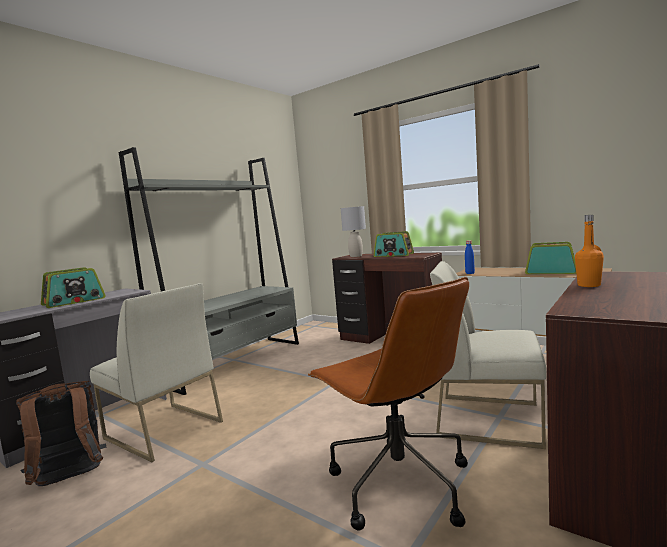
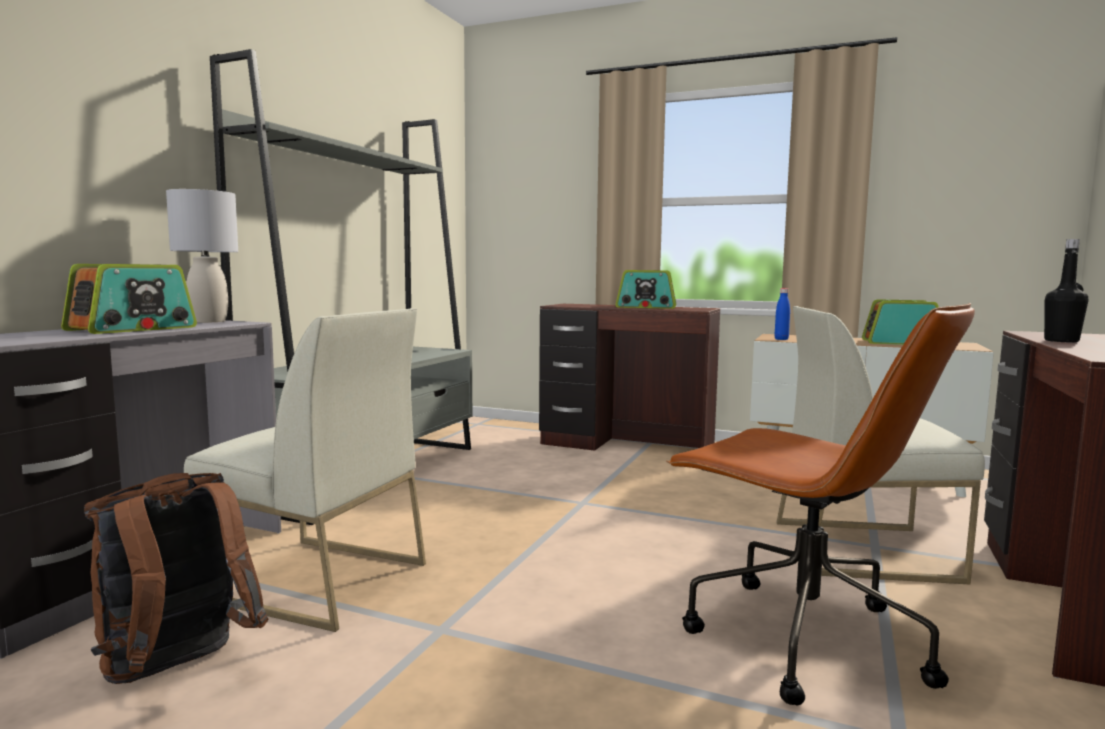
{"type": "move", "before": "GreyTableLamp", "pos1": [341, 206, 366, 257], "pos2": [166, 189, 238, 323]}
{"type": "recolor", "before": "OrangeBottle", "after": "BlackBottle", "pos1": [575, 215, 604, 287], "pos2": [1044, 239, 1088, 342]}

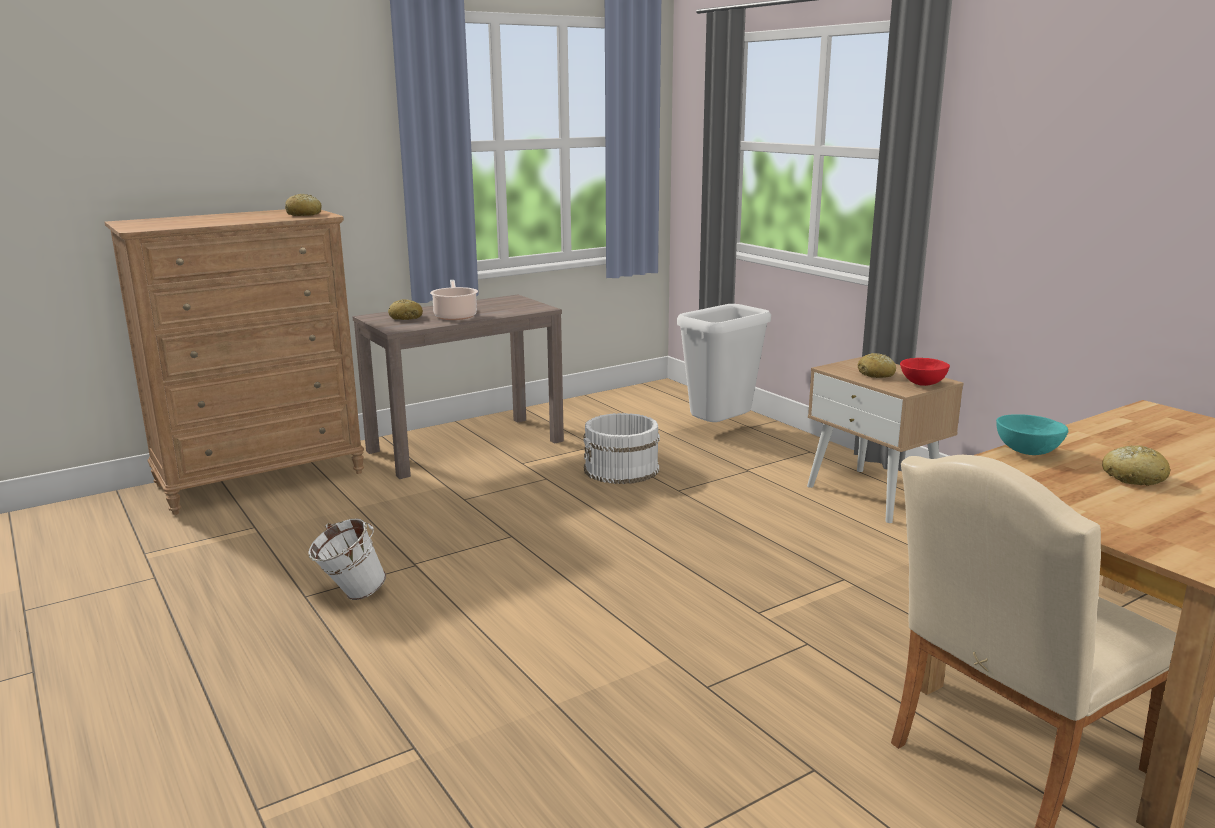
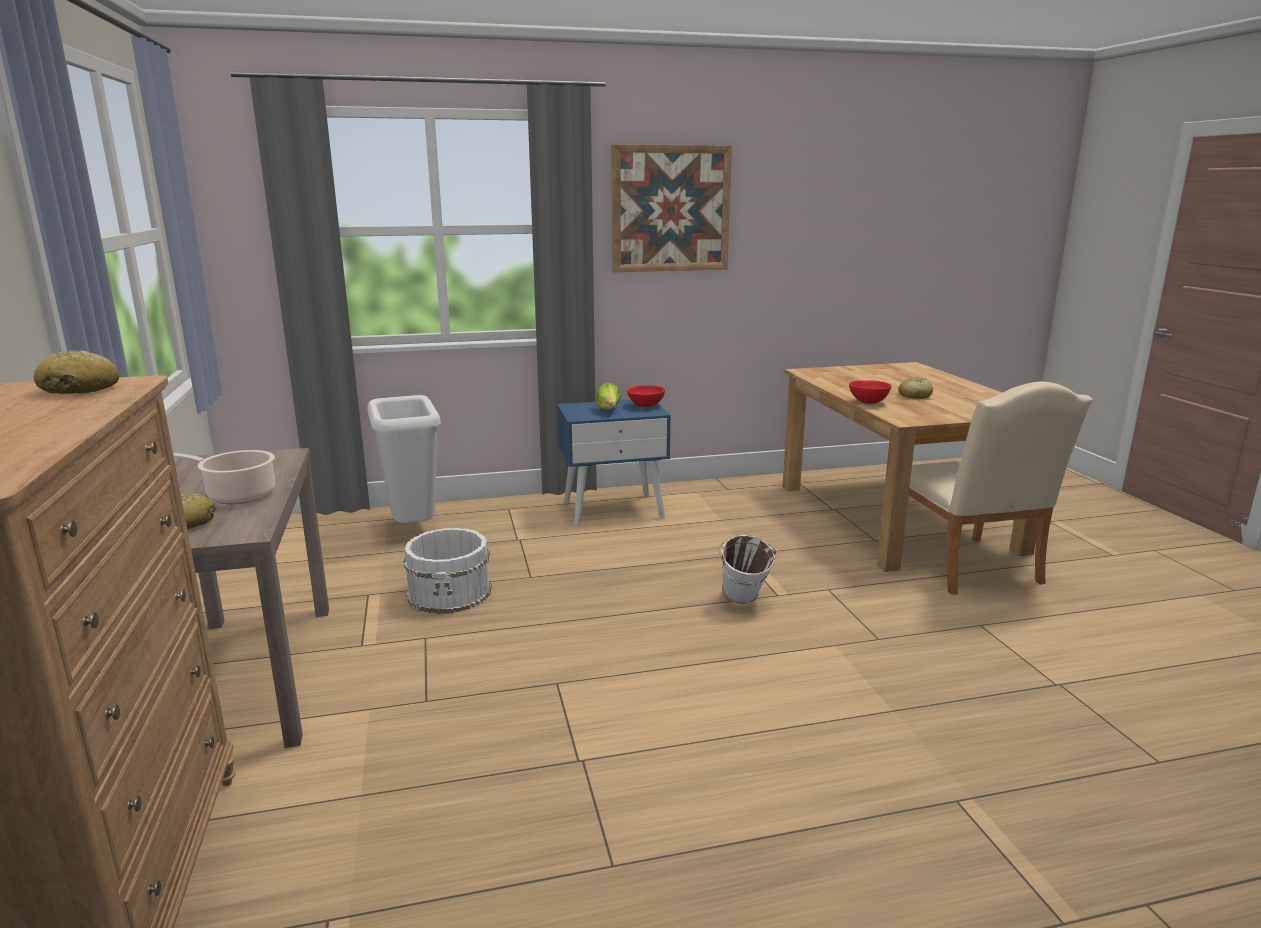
{"type": "replace", "before": "Bread", "after": "Lettuce", "pos1": [858, 353, 896, 378], "pos2": [596, 382, 621, 409]}
{"type": "recolor", "before": "BeigeNightstand", "after": "BlueNightstand", "pos1": [807, 356, 963, 523], "pos2": [557, 400, 671, 527]}
{"type": "recolor", "before": "TurquoiseBowl", "after": "RedBowl", "pos1": [996, 414, 1068, 455], "pos2": [849, 380, 892, 404]}
{"type": "move", "before": "WhiteBucket", "pos1": [308, 519, 386, 600], "pos2": [718, 535, 777, 604]}
{"type": "insert", "after": "Picture", "pos2": [611, 144, 732, 272]}

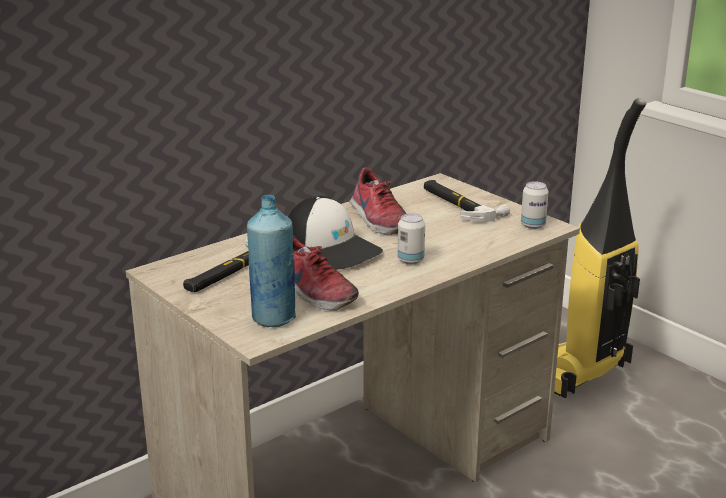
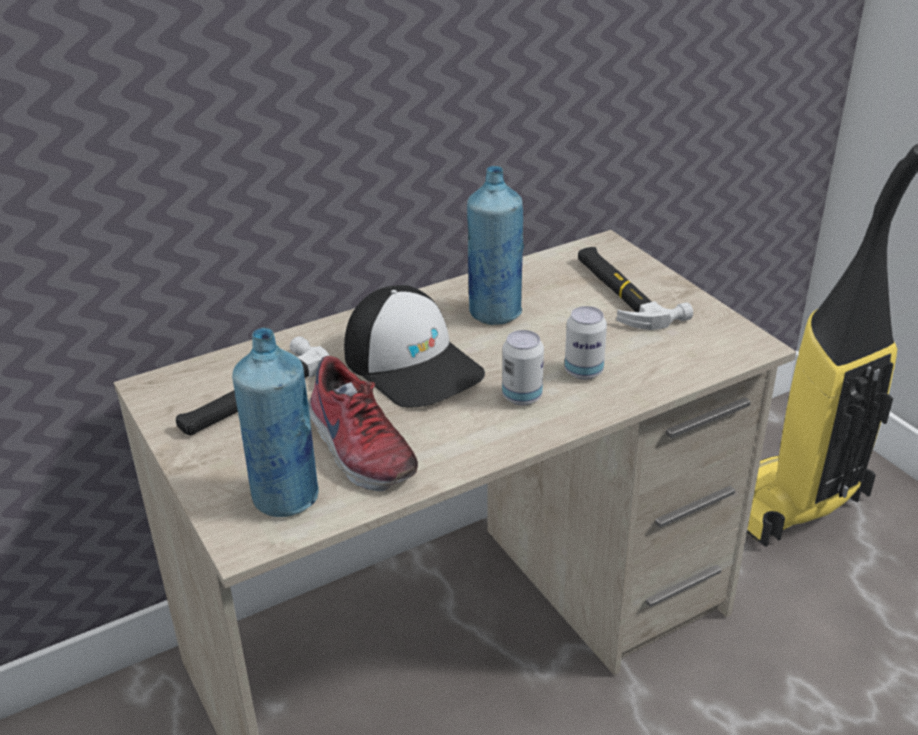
{"type": "replace", "before": "Shoe", "after": "BlueBottle", "pos1": [349, 168, 406, 235], "pos2": [467, 166, 524, 325]}
{"type": "move", "before": "Can", "pos1": [521, 181, 548, 229], "pos2": [565, 306, 607, 380]}

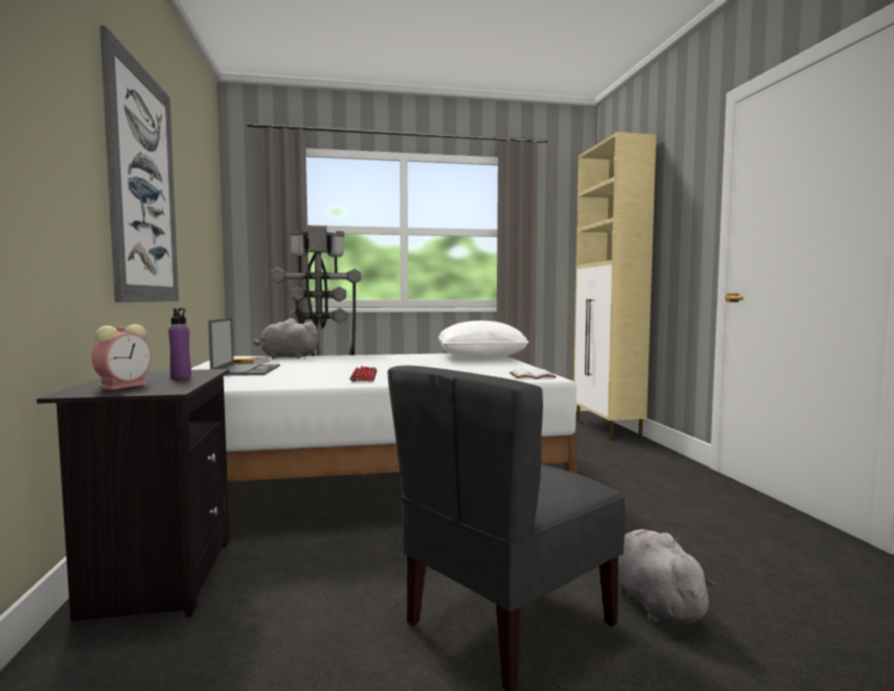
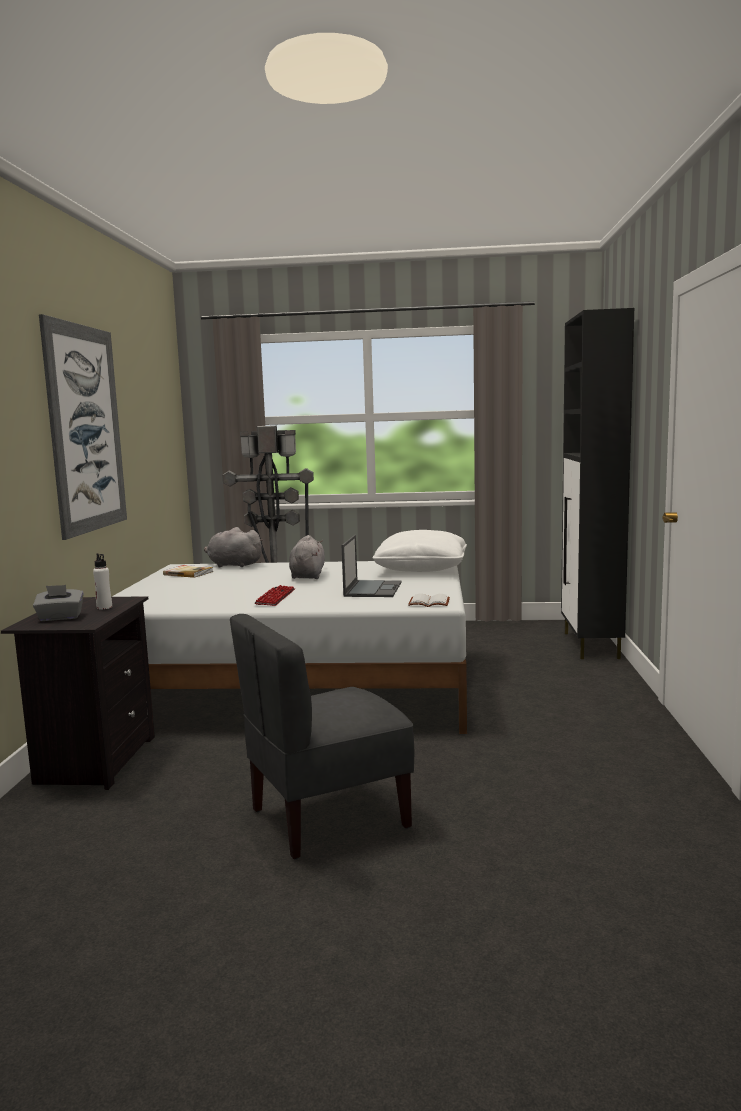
{"type": "recolor", "before": "BeigeCabinet", "after": "BlackCabinet", "pos1": [574, 132, 656, 440], "pos2": [561, 308, 634, 659]}
{"type": "recolor", "before": "PurpleBottle", "after": "WhiteBottle", "pos1": [169, 308, 191, 379], "pos2": [93, 553, 112, 609]}
{"type": "move", "before": "Laptop", "pos1": [208, 318, 280, 376], "pos2": [341, 535, 402, 597]}
{"type": "replace", "before": "AlarmClock", "after": "GreyTissueBox", "pos1": [92, 324, 151, 390], "pos2": [33, 585, 84, 621]}
{"type": "move", "before": "GreyPlushToy", "pos1": [618, 529, 717, 624], "pos2": [289, 535, 325, 579]}

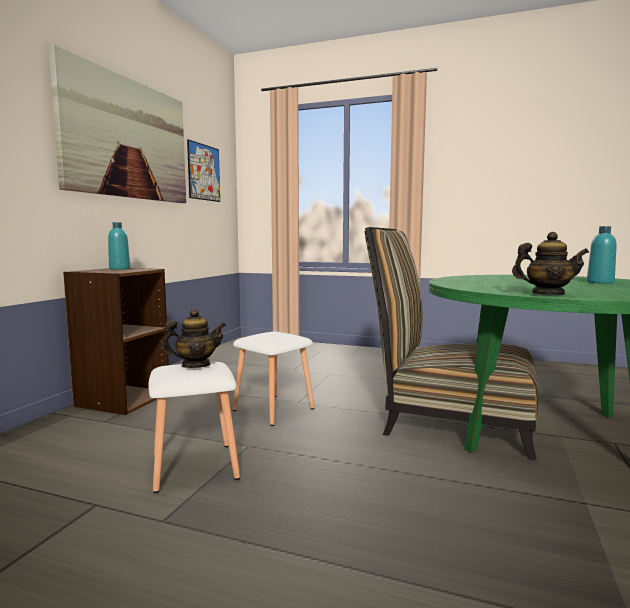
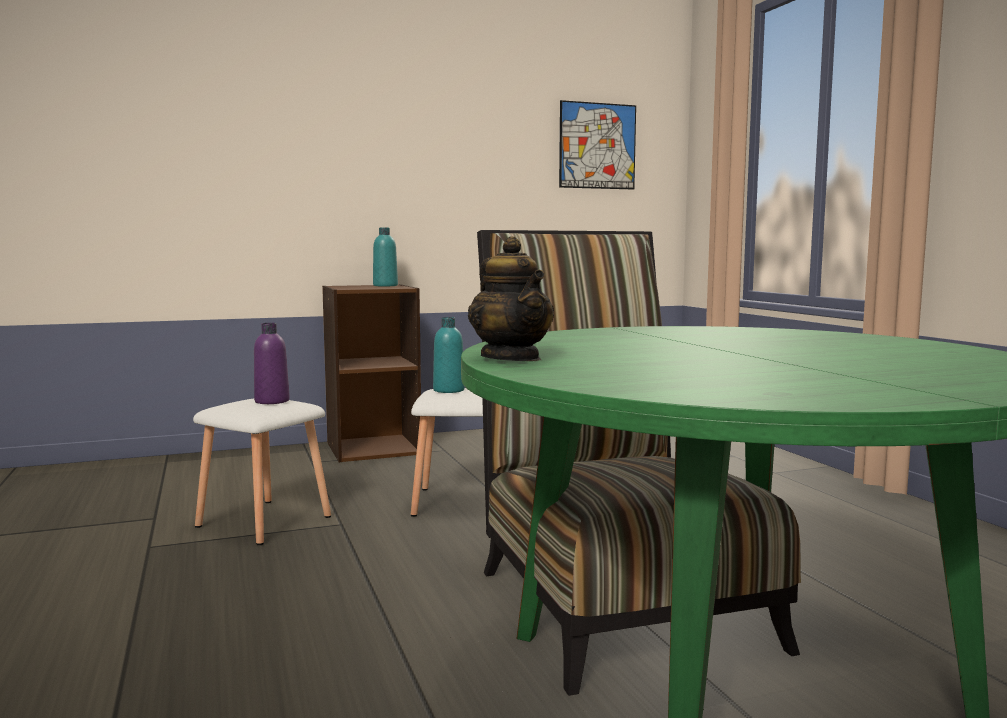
{"type": "delete", "before": "Picture", "pos1": [48, 44, 186, 203]}
{"type": "move", "before": "TurquoiseBottle", "pos1": [587, 226, 617, 284], "pos2": [433, 317, 465, 393]}
{"type": "replace", "before": "Teapot", "after": "PurpleBottle", "pos1": [161, 309, 226, 368], "pos2": [254, 323, 290, 404]}

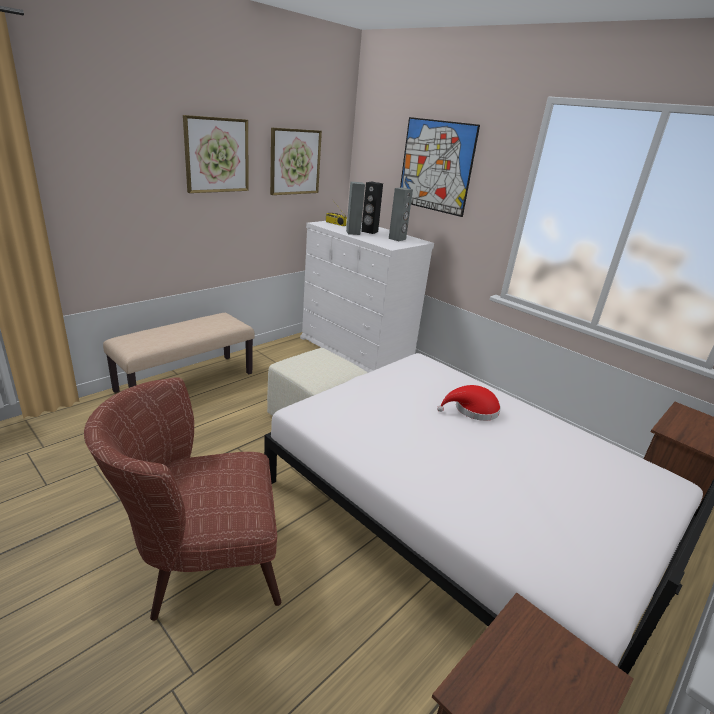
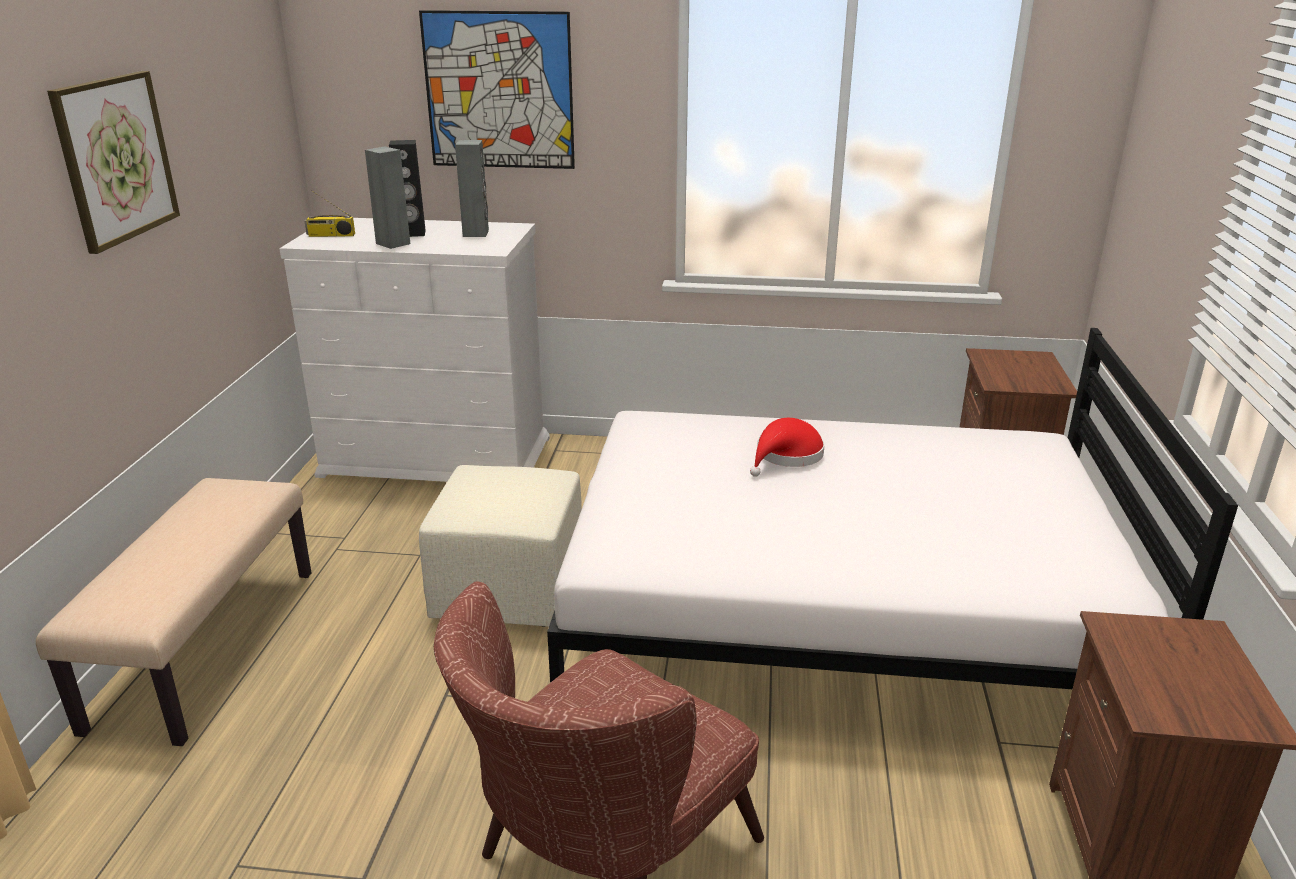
{"type": "delete", "before": "Picture", "pos1": [270, 128, 322, 195]}

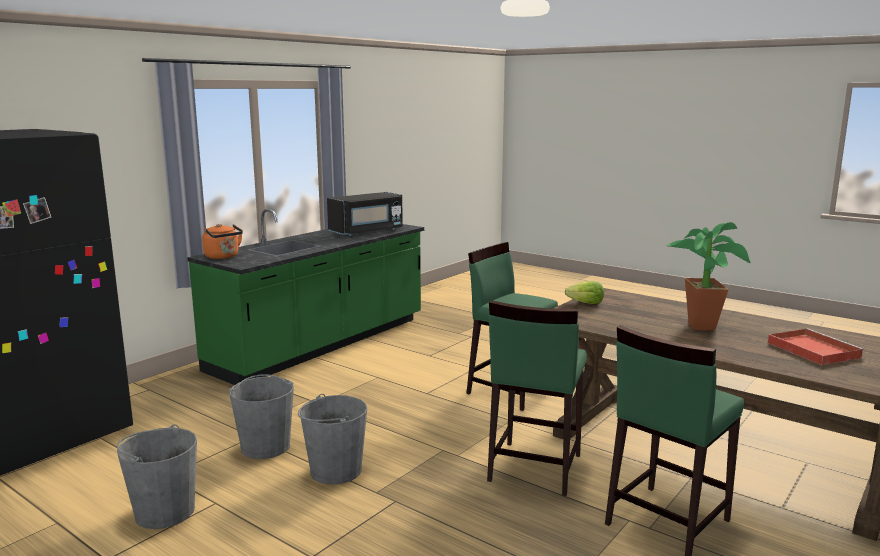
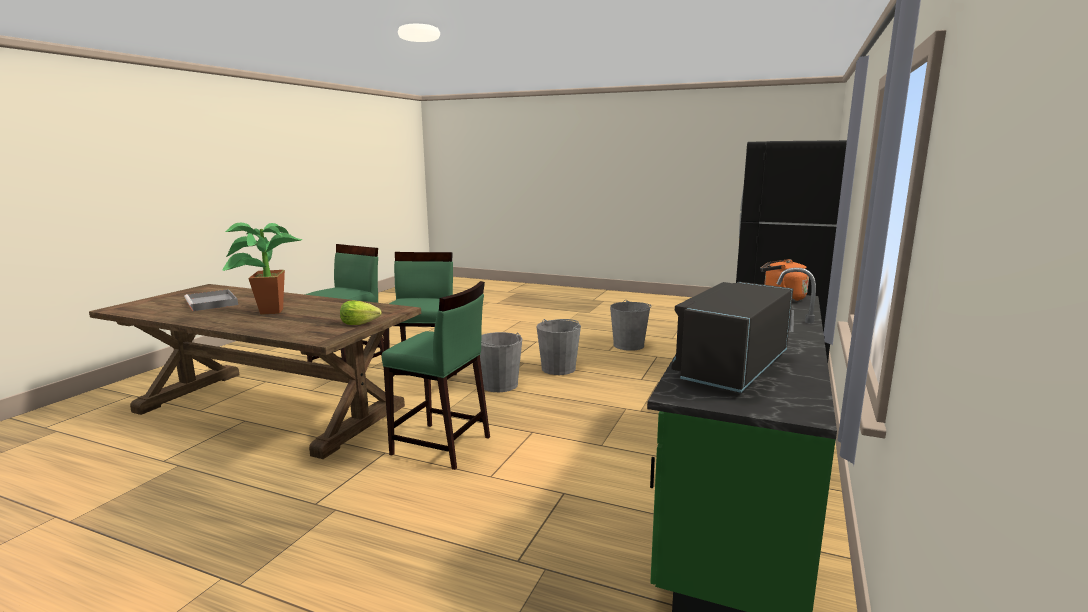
{"type": "recolor", "before": "RedTray", "after": "GreyTray", "pos1": [768, 328, 864, 365], "pos2": [184, 289, 238, 311]}
{"type": "move", "before": "GreyBucket", "pos1": [229, 374, 294, 459], "pos2": [480, 332, 522, 392]}

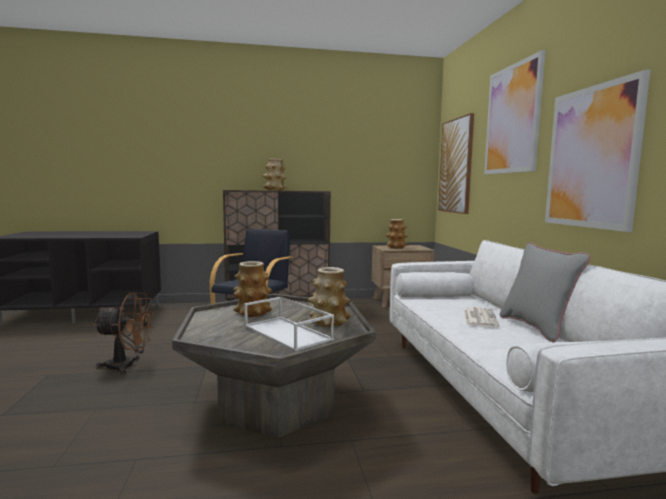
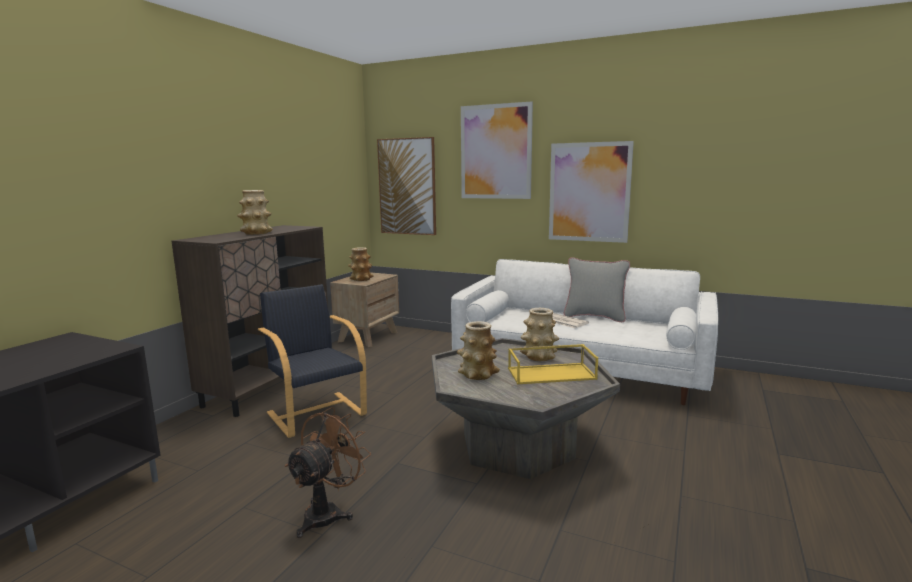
{"type": "recolor", "before": "WhiteTray", "after": "YellowTray", "pos1": [244, 297, 334, 352], "pos2": [508, 344, 598, 384]}

